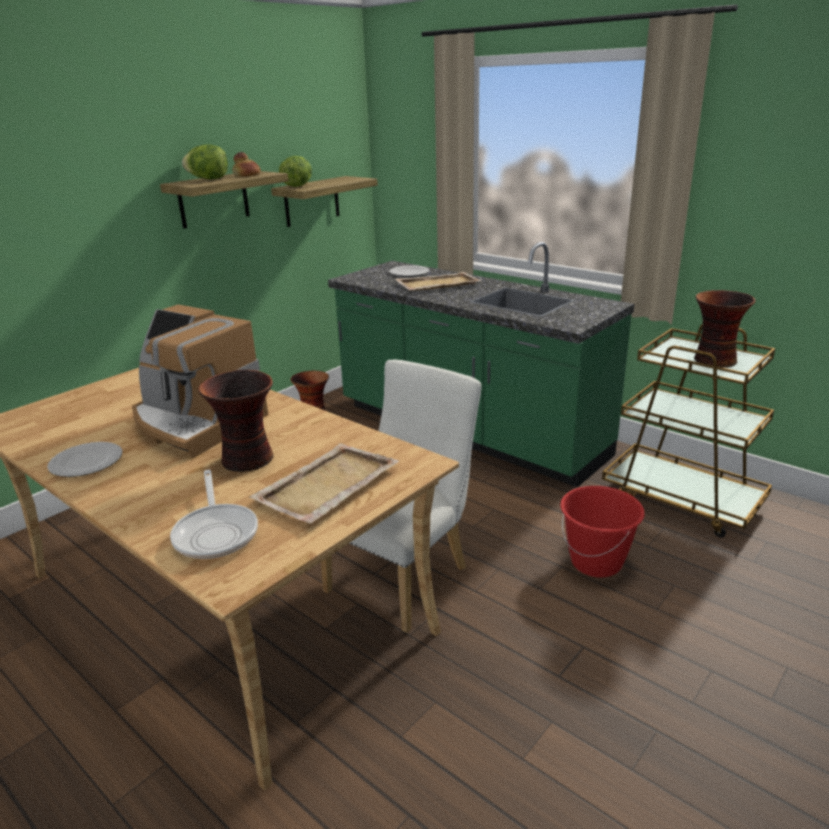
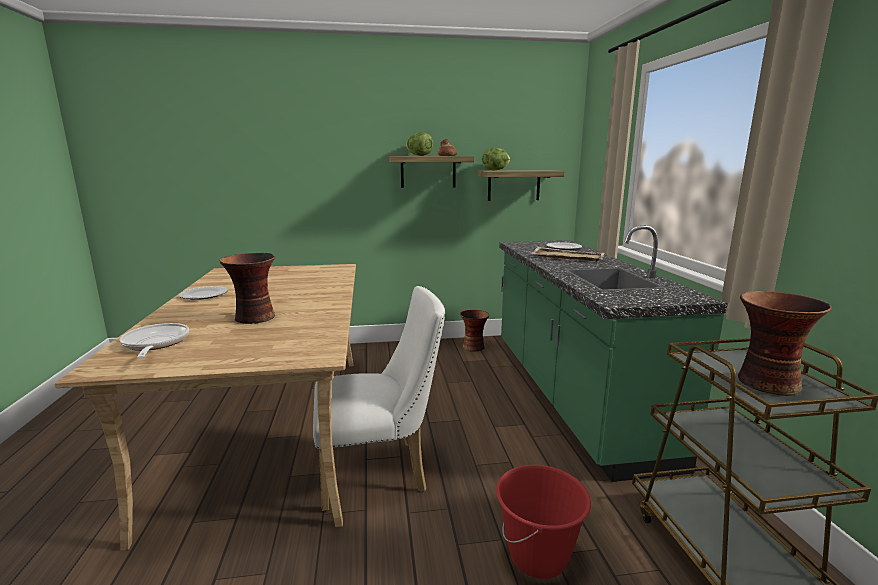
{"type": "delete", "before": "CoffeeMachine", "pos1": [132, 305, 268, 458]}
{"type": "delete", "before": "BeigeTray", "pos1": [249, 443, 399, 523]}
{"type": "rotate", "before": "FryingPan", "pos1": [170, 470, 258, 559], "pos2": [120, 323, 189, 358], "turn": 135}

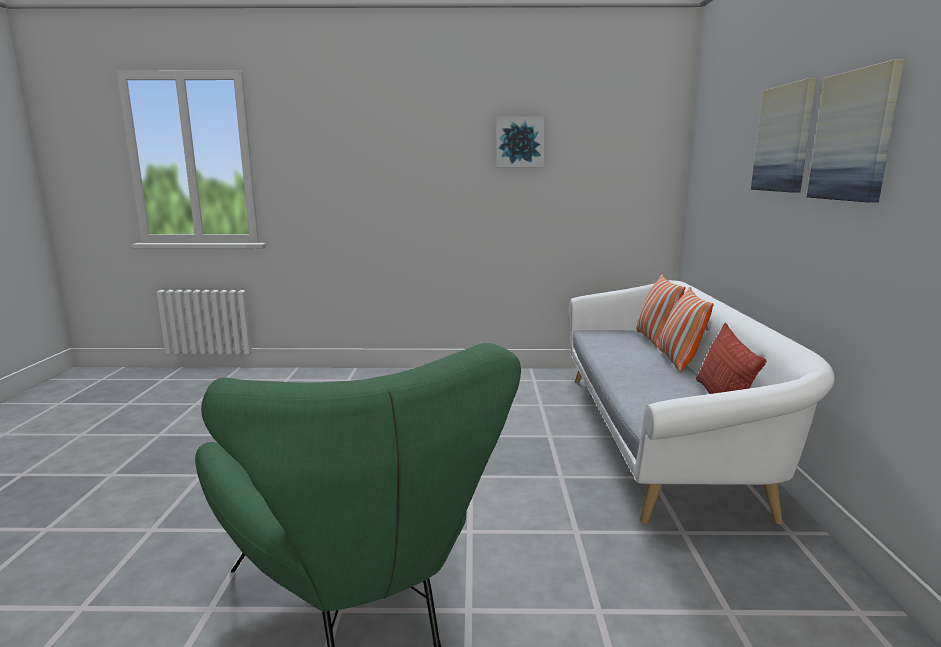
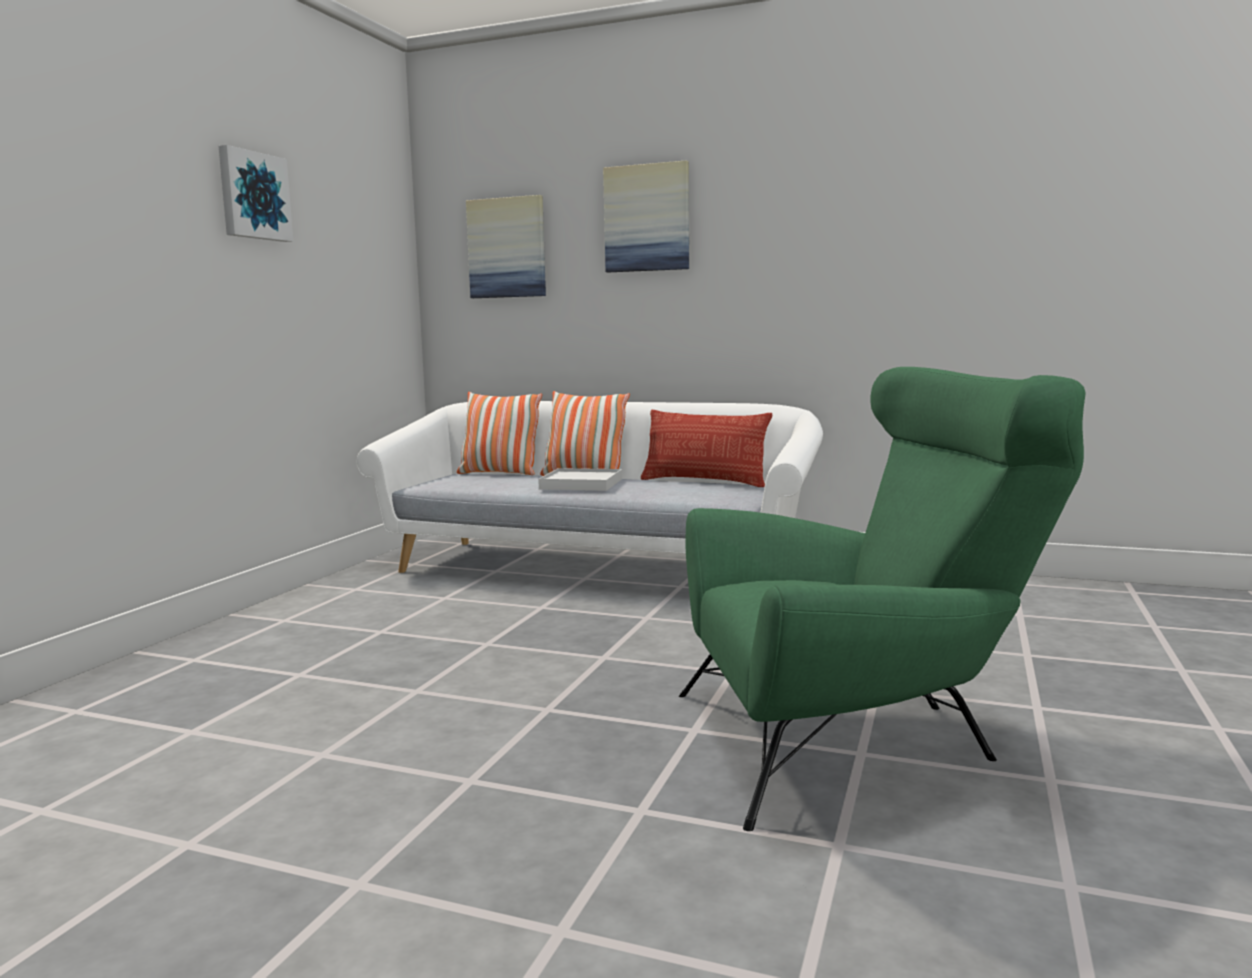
{"type": "move", "before": "Picture", "pos1": [807, 59, 905, 203], "pos2": [466, 195, 546, 298]}
{"type": "insert", "after": "WhiteTray", "pos2": [538, 468, 622, 491]}

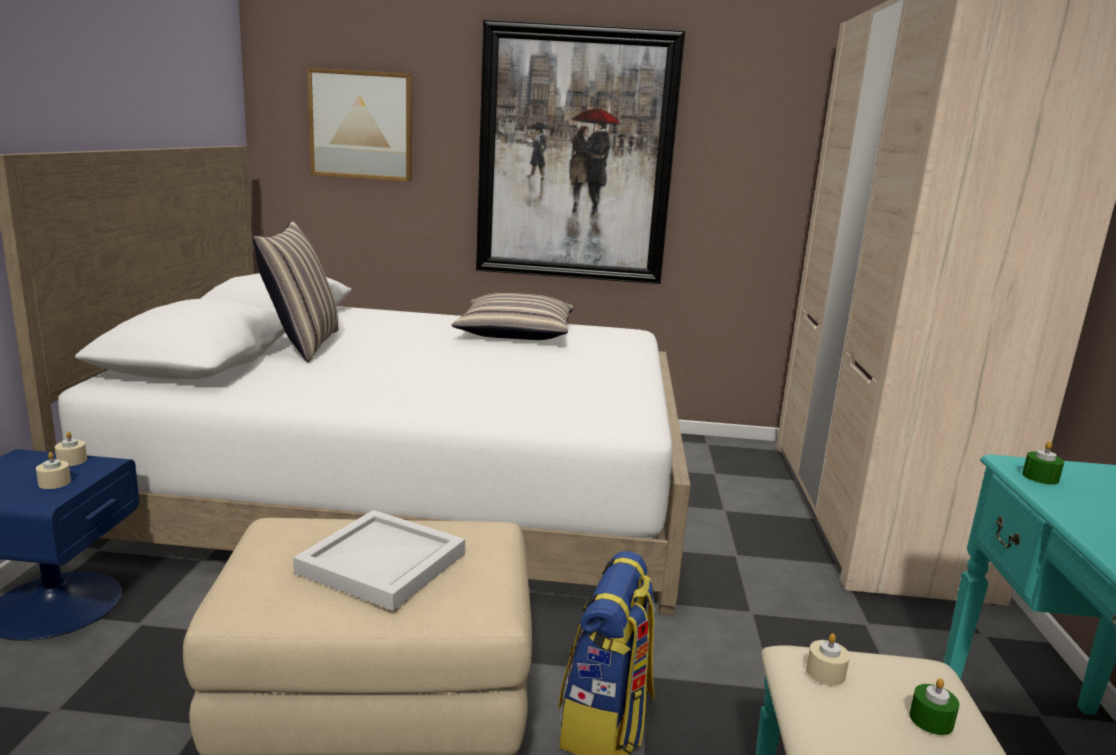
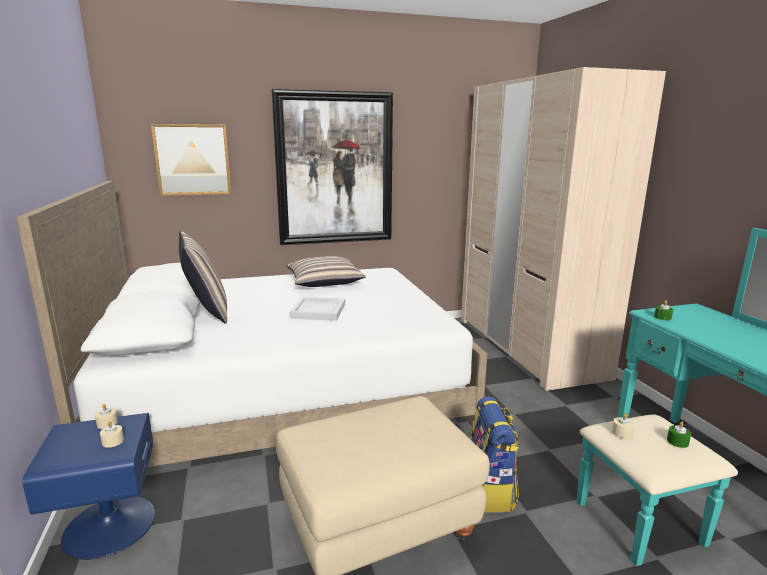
{"type": "move", "before": "WhiteTray", "pos1": [293, 510, 465, 611], "pos2": [289, 297, 345, 321]}

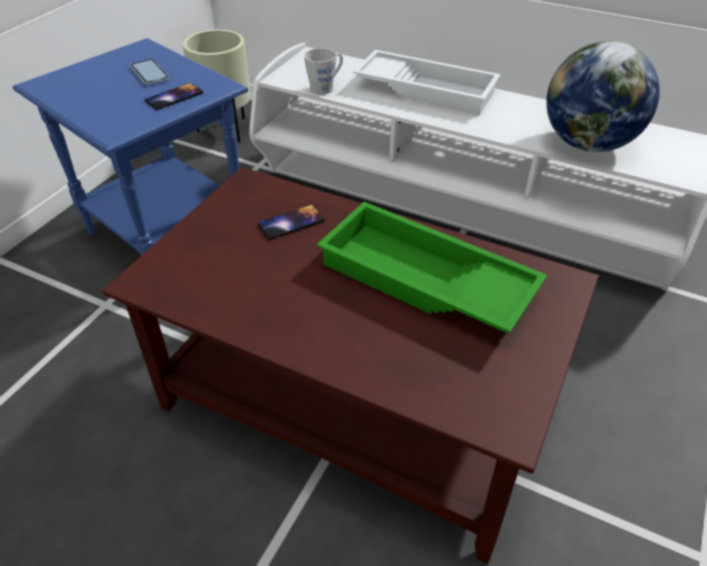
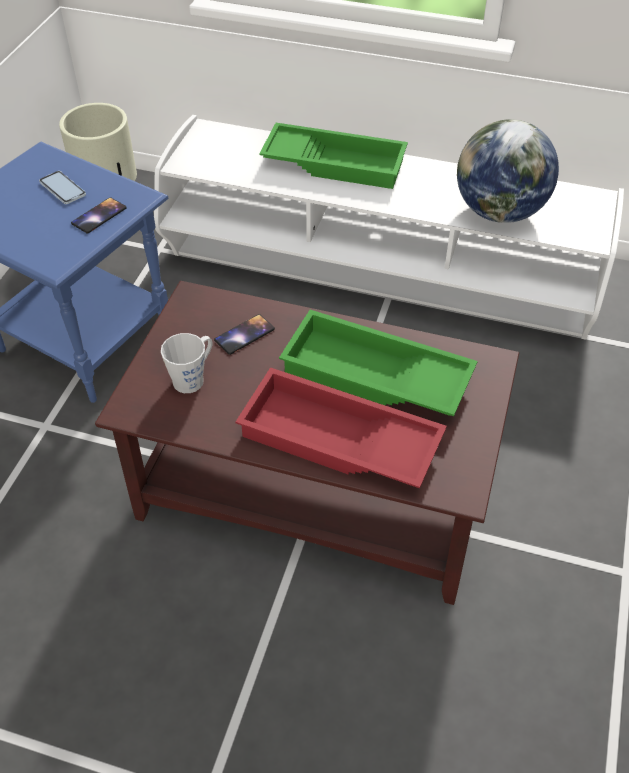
{"type": "move", "before": "GreyMug", "pos1": [304, 48, 343, 95], "pos2": [161, 333, 213, 393]}
{"type": "recolor", "before": "WhiteTray", "after": "GreenTray", "pos1": [353, 50, 501, 115], "pos2": [259, 123, 408, 189]}
{"type": "insert", "after": "RedTray", "pos2": [235, 367, 447, 489]}

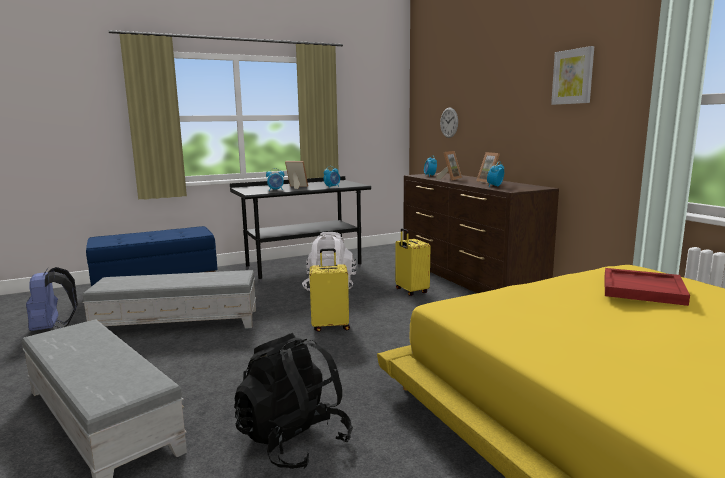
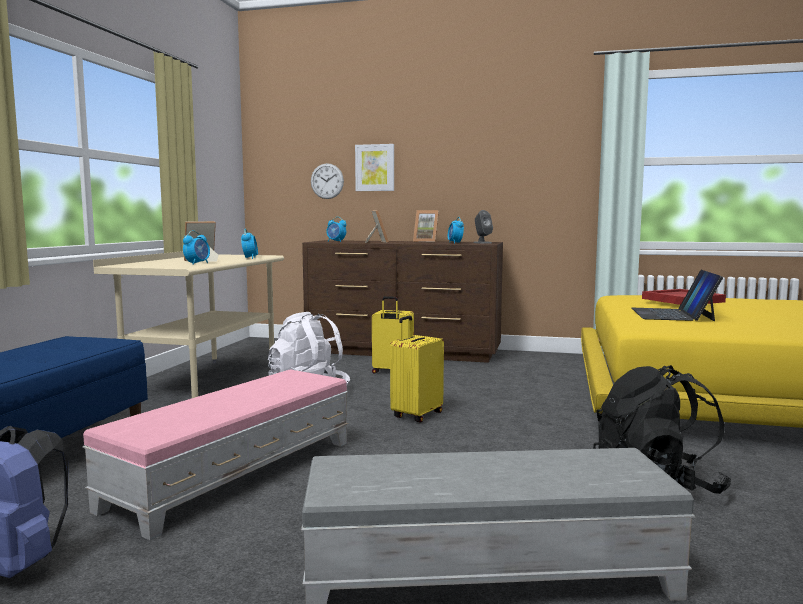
{"type": "move", "before": "Picture", "pos1": [551, 46, 594, 105], "pos2": [355, 144, 394, 191]}
{"type": "recolor", "before": "BlackDesk", "after": "BeigeDesk", "pos1": [230, 176, 371, 282], "pos2": [93, 251, 284, 398]}
{"type": "recolor", "before": "GreyOttoman", "after": "PinkOttoman", "pos1": [82, 270, 256, 329], "pos2": [82, 370, 348, 540]}
{"type": "insert", "after": "GreySpeaker", "pos2": [474, 210, 493, 244]}
{"type": "insert", "after": "Laptop", "pos2": [632, 270, 723, 321]}

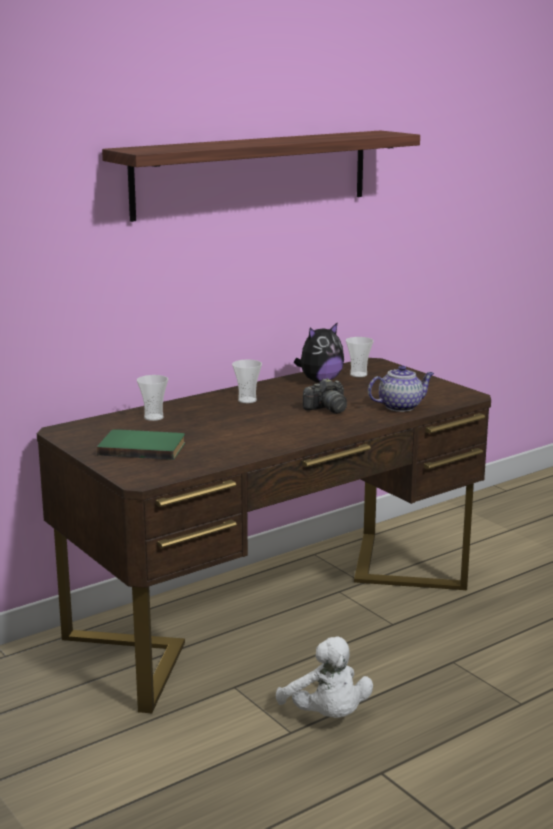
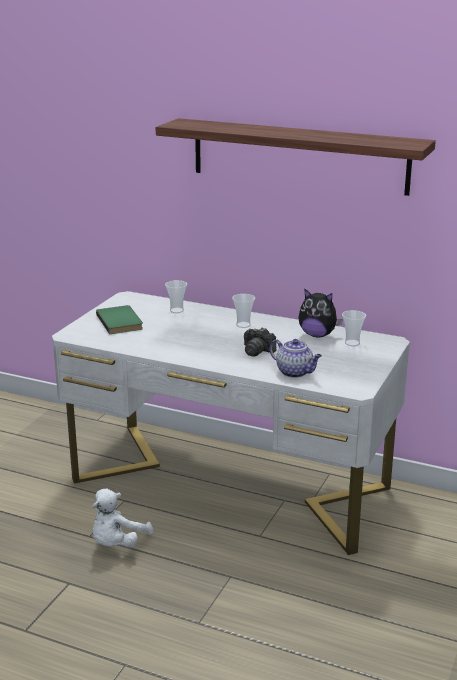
{"type": "recolor", "before": "BrownDesk", "after": "WhiteDesk", "pos1": [37, 358, 491, 713], "pos2": [52, 291, 410, 555]}

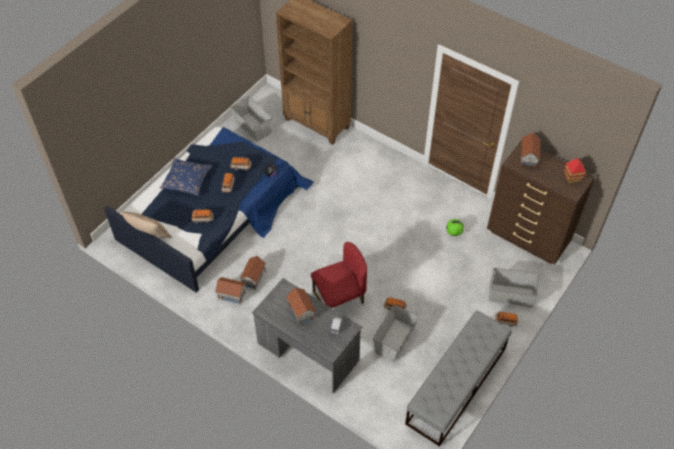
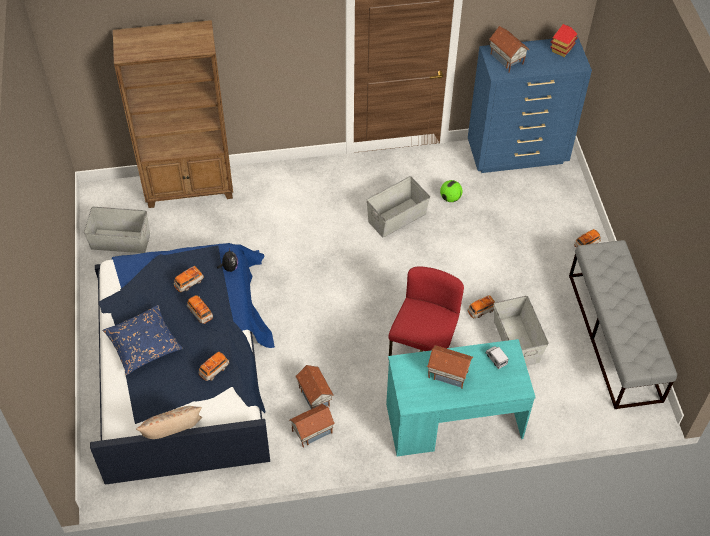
{"type": "recolor", "before": "BrownDresser", "after": "BlueDresser", "pos1": [487, 140, 595, 265], "pos2": [468, 36, 592, 173]}
{"type": "move", "before": "GreyStorageBox", "pos1": [489, 268, 538, 307], "pos2": [366, 176, 430, 238]}
{"type": "recolor", "before": "GreyDesk", "after": "TurquoiseDesk", "pos1": [252, 278, 362, 393], "pos2": [386, 339, 536, 456]}

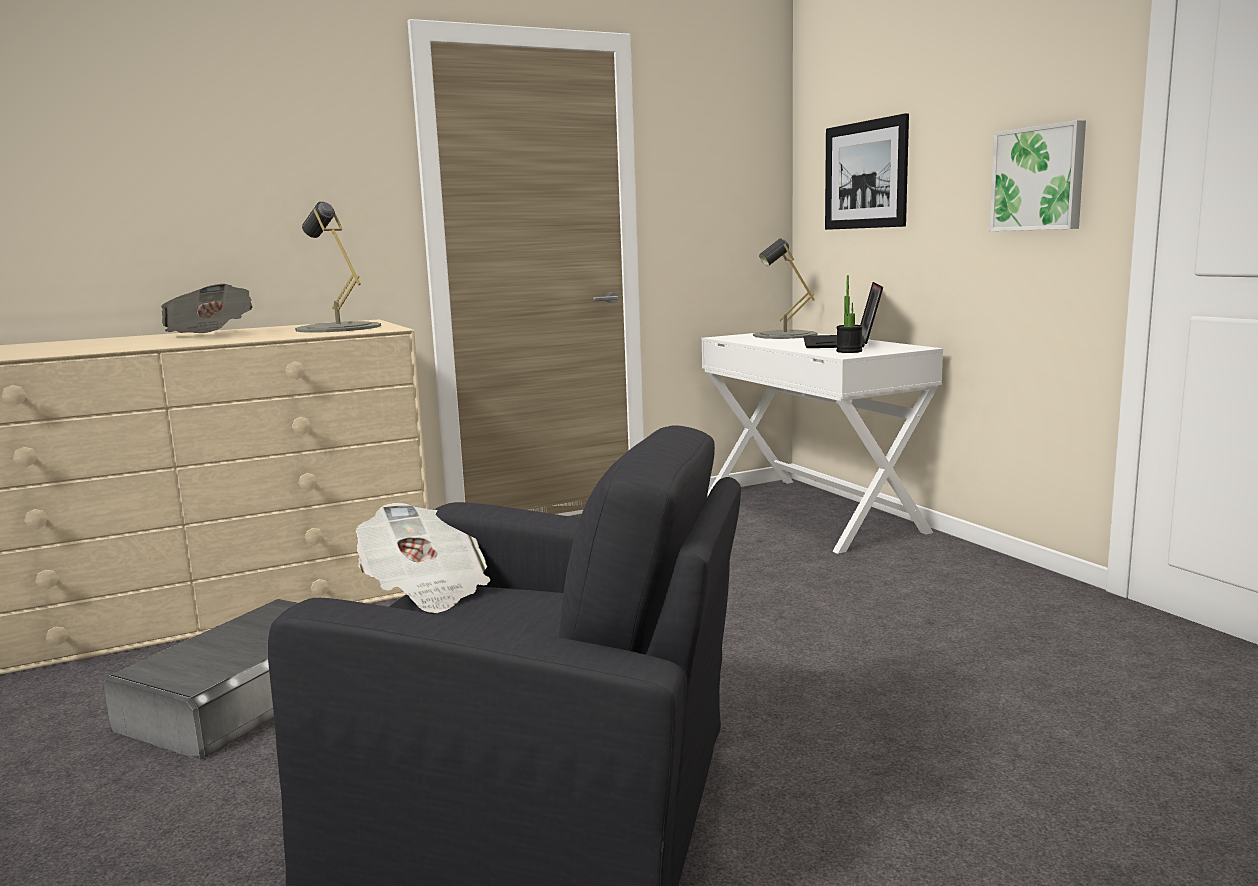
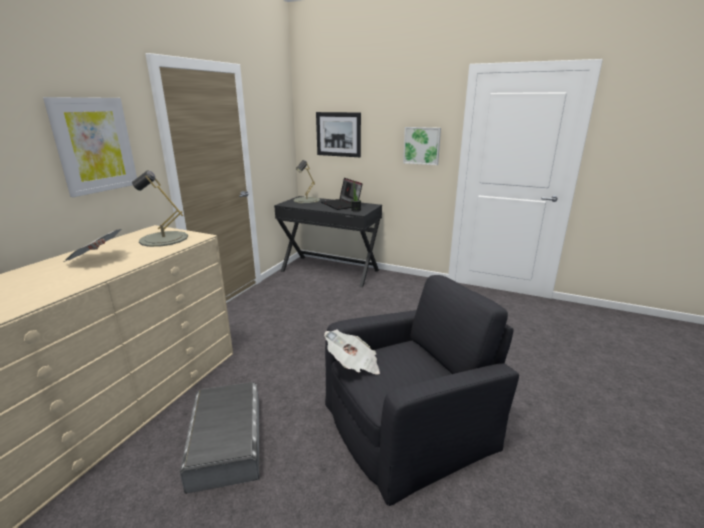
{"type": "recolor", "before": "WhiteDesk", "after": "BlackDesk", "pos1": [702, 333, 943, 554], "pos2": [274, 196, 382, 287]}
{"type": "insert", "after": "Picture", "pos2": [43, 97, 137, 197]}

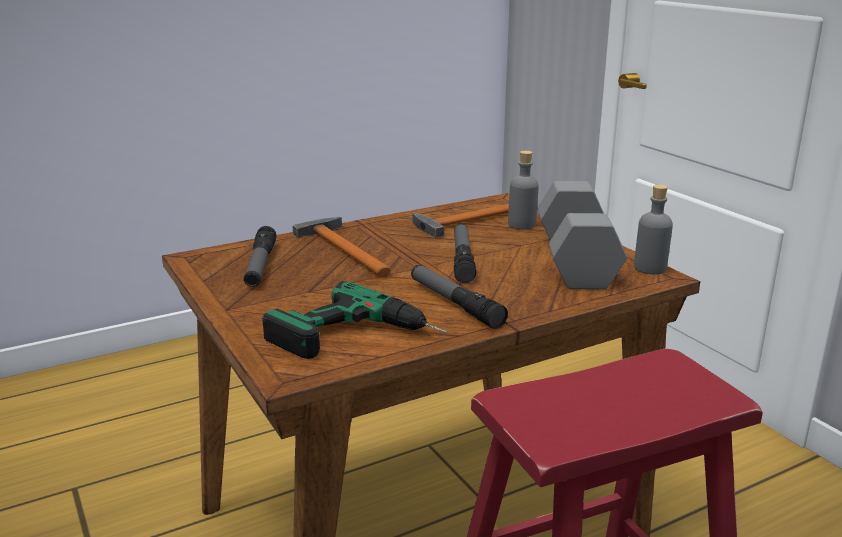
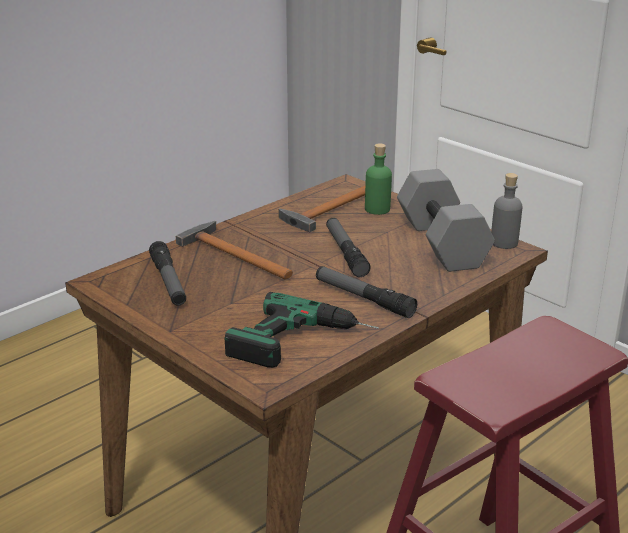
{"type": "recolor", "before": "GreyBottle", "after": "GreenBottle", "pos1": [508, 151, 539, 230], "pos2": [365, 143, 392, 215]}

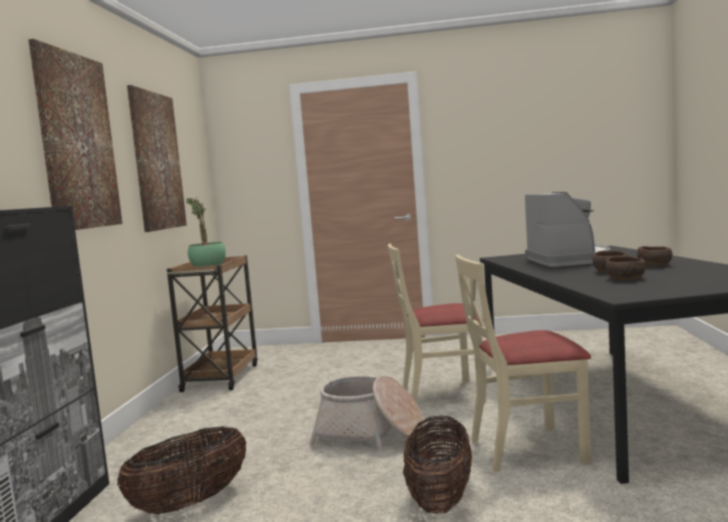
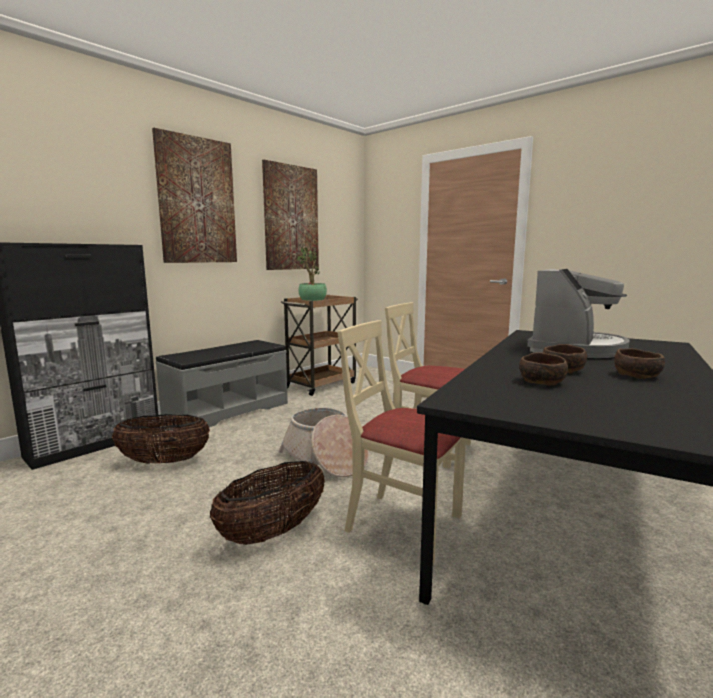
{"type": "insert", "after": "GreyBench", "pos2": [156, 340, 288, 427]}

